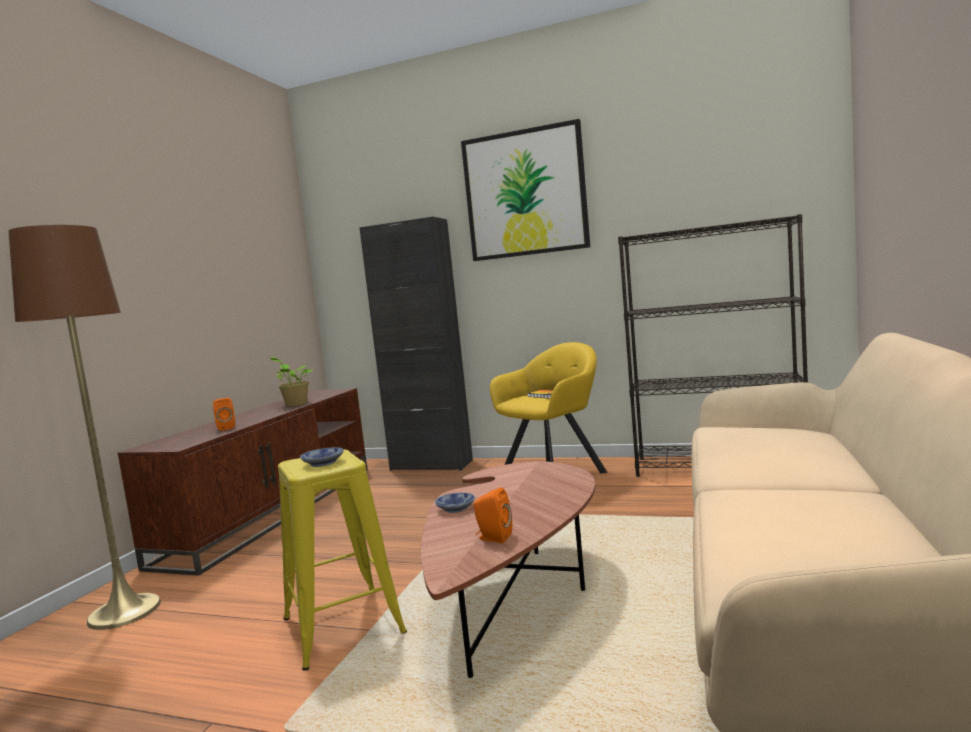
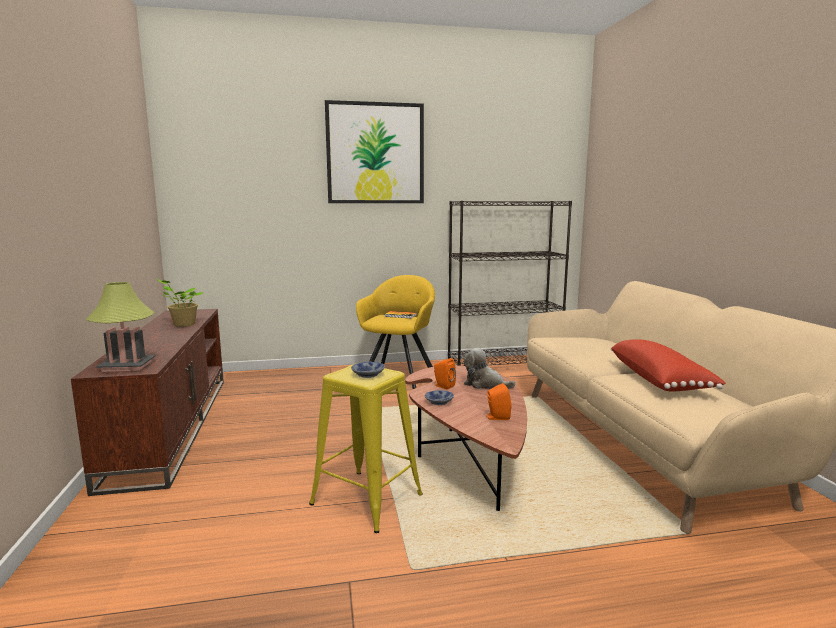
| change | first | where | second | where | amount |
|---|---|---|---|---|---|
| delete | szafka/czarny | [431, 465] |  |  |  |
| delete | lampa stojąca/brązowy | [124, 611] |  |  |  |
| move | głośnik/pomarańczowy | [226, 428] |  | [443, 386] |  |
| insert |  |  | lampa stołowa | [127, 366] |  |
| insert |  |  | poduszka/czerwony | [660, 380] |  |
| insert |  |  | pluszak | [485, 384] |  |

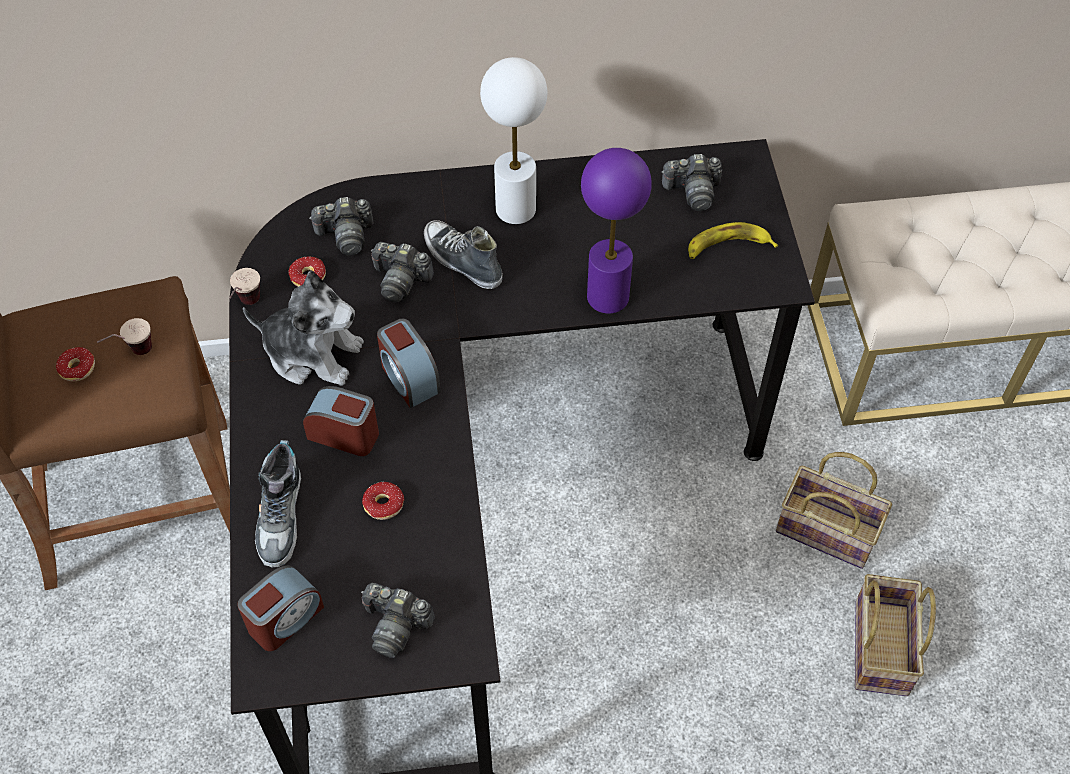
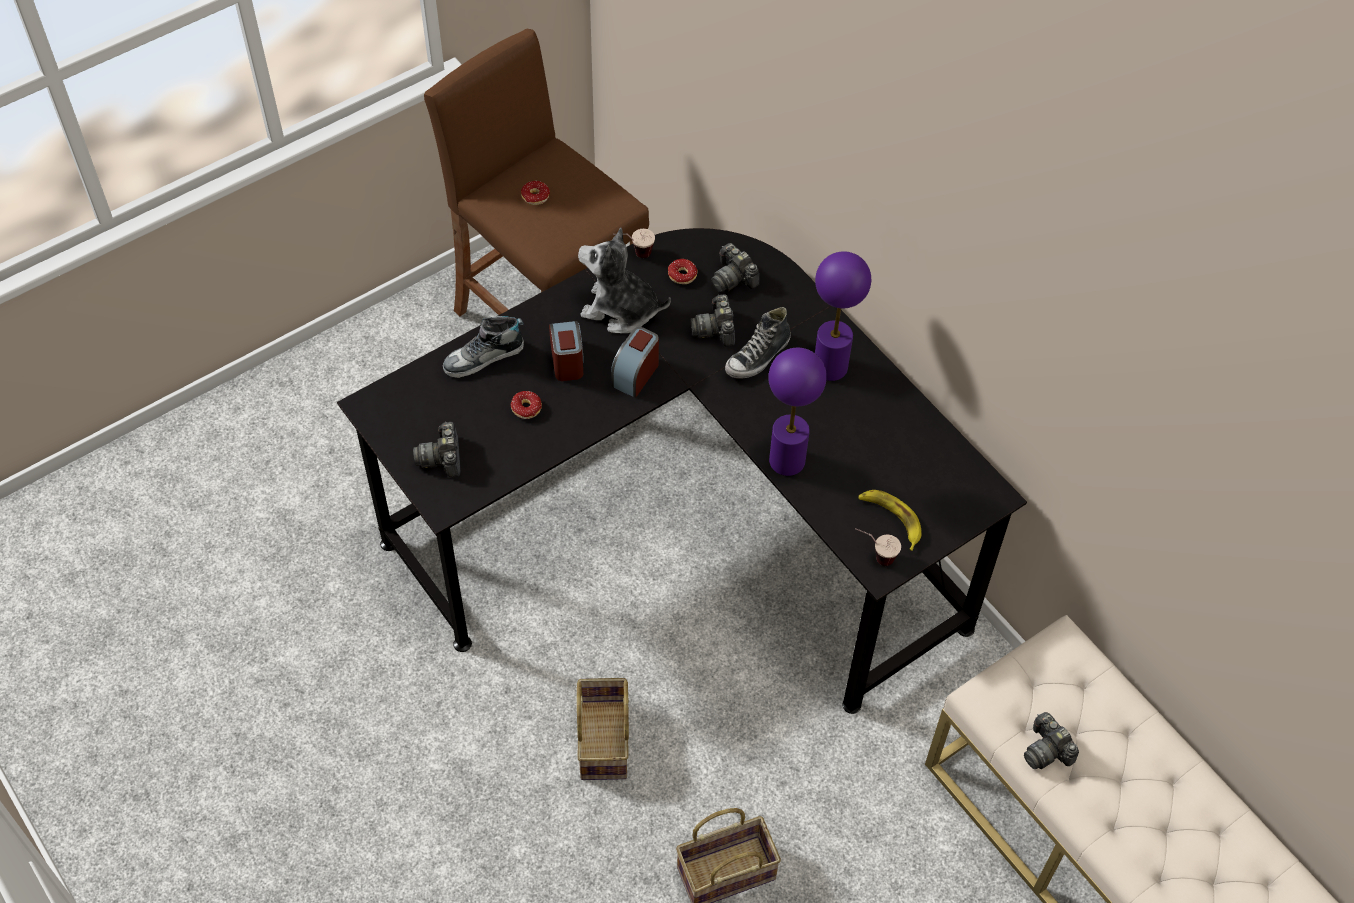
| change | first | where | second | where | amount |
|---|---|---|---|---|---|
| recolor | lampa stołowa/biały | [516, 209] | lampa stołowa/fioletowy | [830, 367] |  |
| move | aparat fotograficzny | [692, 192] |  | [1046, 750] |  |
| rotate | but | [462, 261] |  | [758, 357] | 150 degrees counterclockwise |
| rotate | pluszak | [312, 353] |  | [620, 310] | 120 degrees clockwise |
| move | filiżanka | [132, 355] |  | [874, 556] |  |
| move | koszyk | [830, 530] |  | [605, 742] |  |
| delete | budzik | [285, 619] |  |  |  |

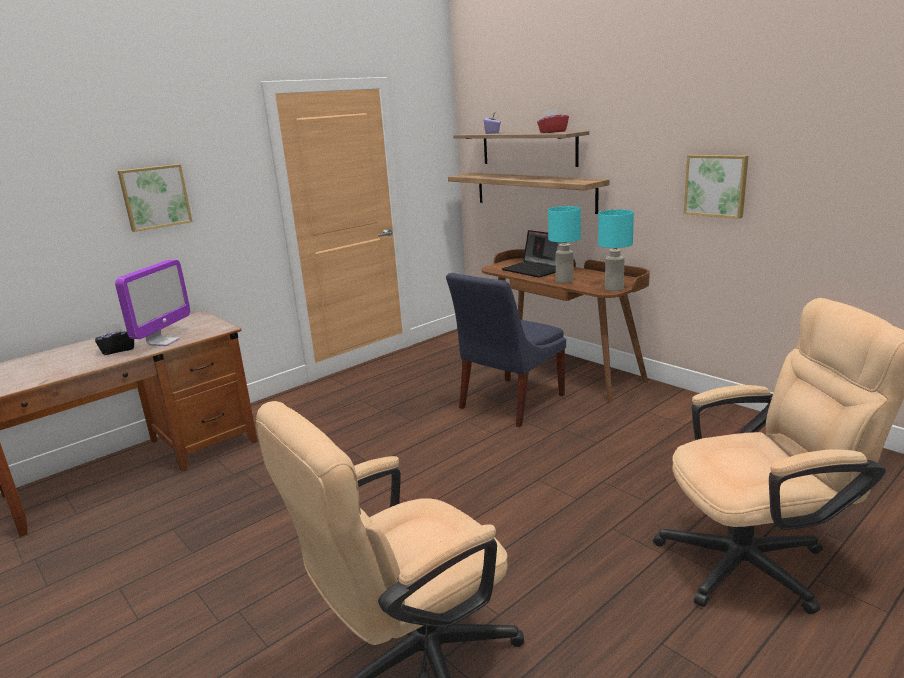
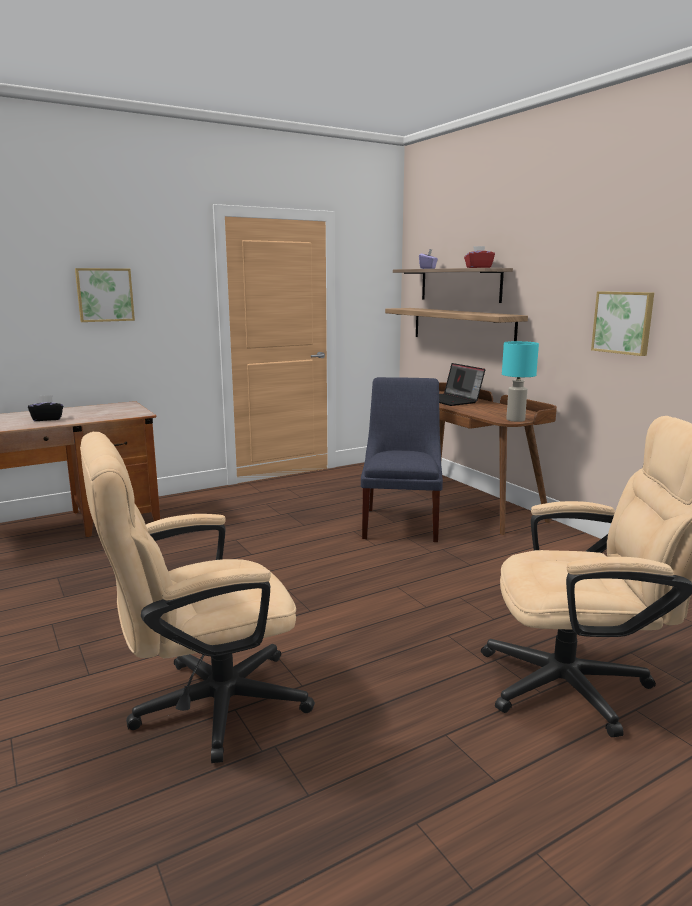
| change | first | where | second | where | amount |
|---|---|---|---|---|---|
| delete | lampa stołowa/turkusowy | [565, 281] |  |  |  |
| delete | monitor | [163, 342] |  |  |  |
| rotate | krzesło/niebieski | [508, 403] |  | [402, 522] | 135 degrees clockwise |

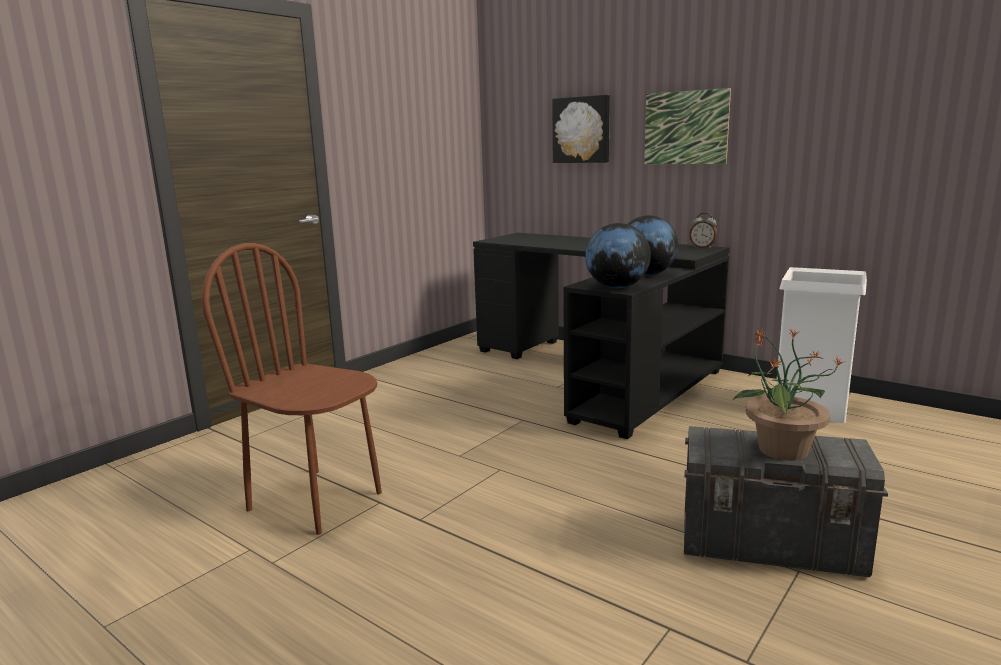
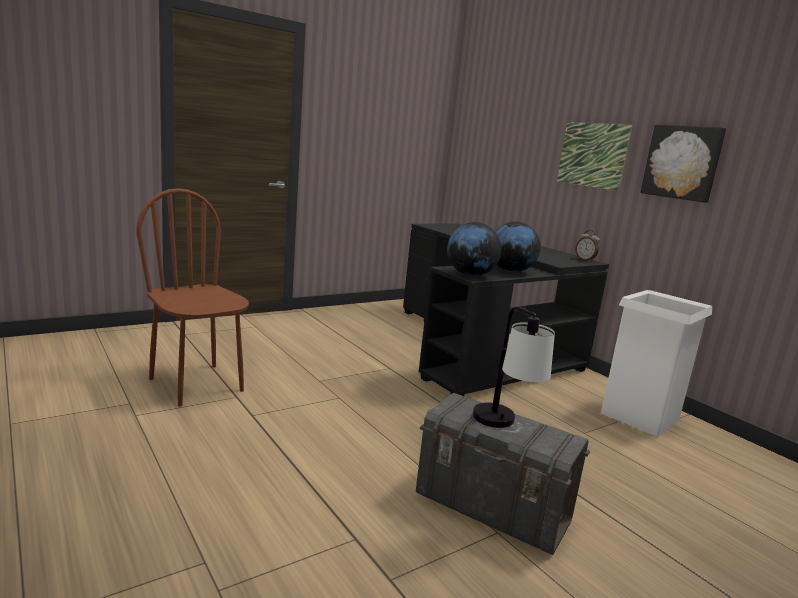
| change | first | where | second | where | amount |
|---|---|---|---|---|---|
| move | obraz | [582, 130] |  | [682, 162] |  |
| replace | roślina doniczkowa | [781, 450] | lampa stołowa | [504, 427] |  |

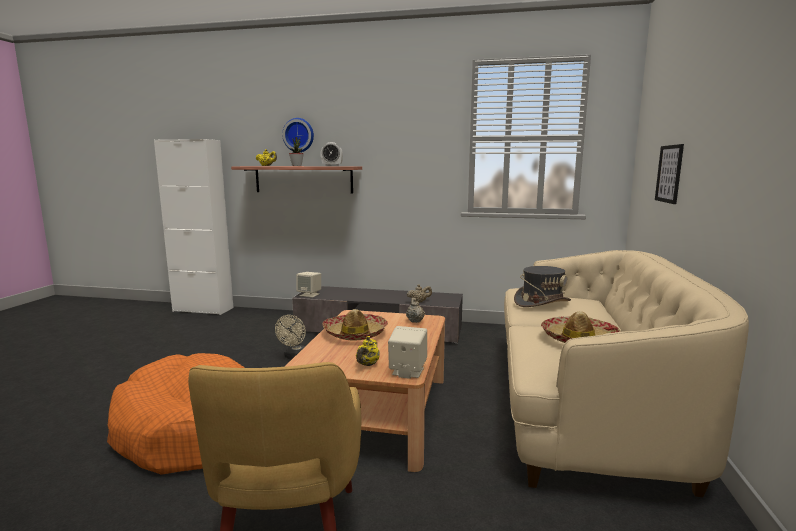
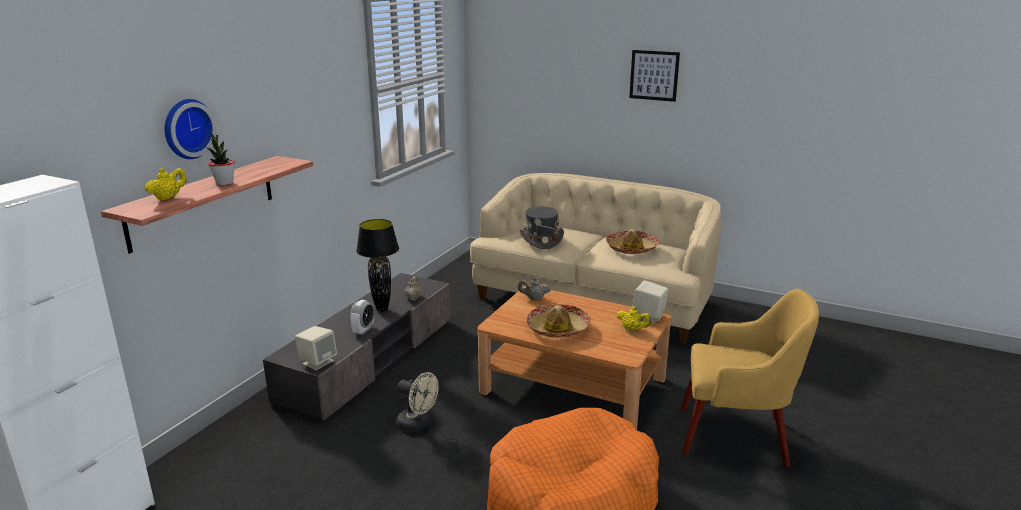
| change | first | where | second | where | amount |
|---|---|---|---|---|---|
| move | budzik | [332, 166] |  | [363, 330] |  |
| move | obraz | [669, 174] |  | [654, 75] |  |
| insert |  |  | lampa stołowa/czarny | [382, 309] |  |

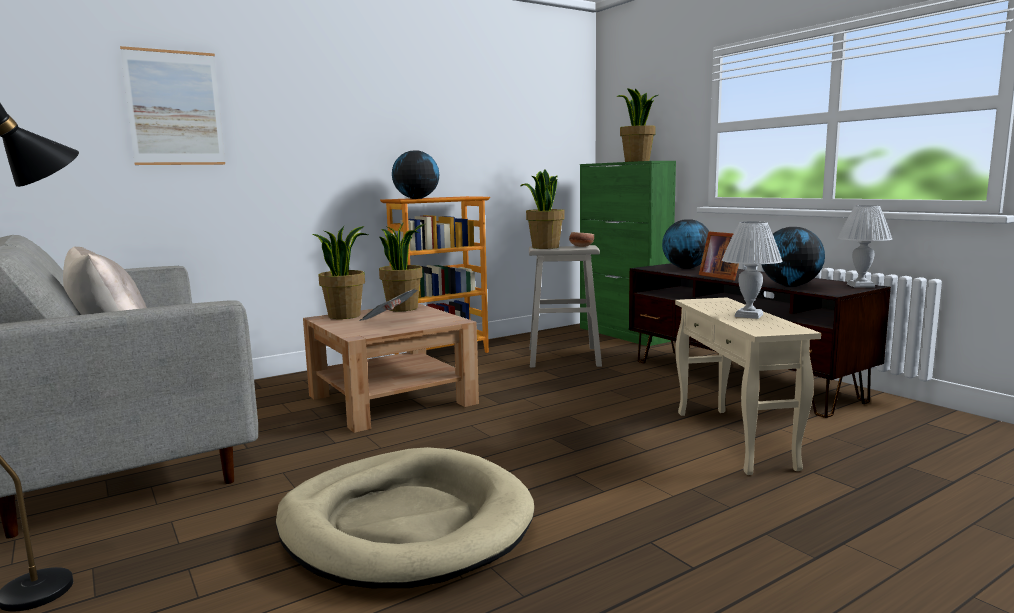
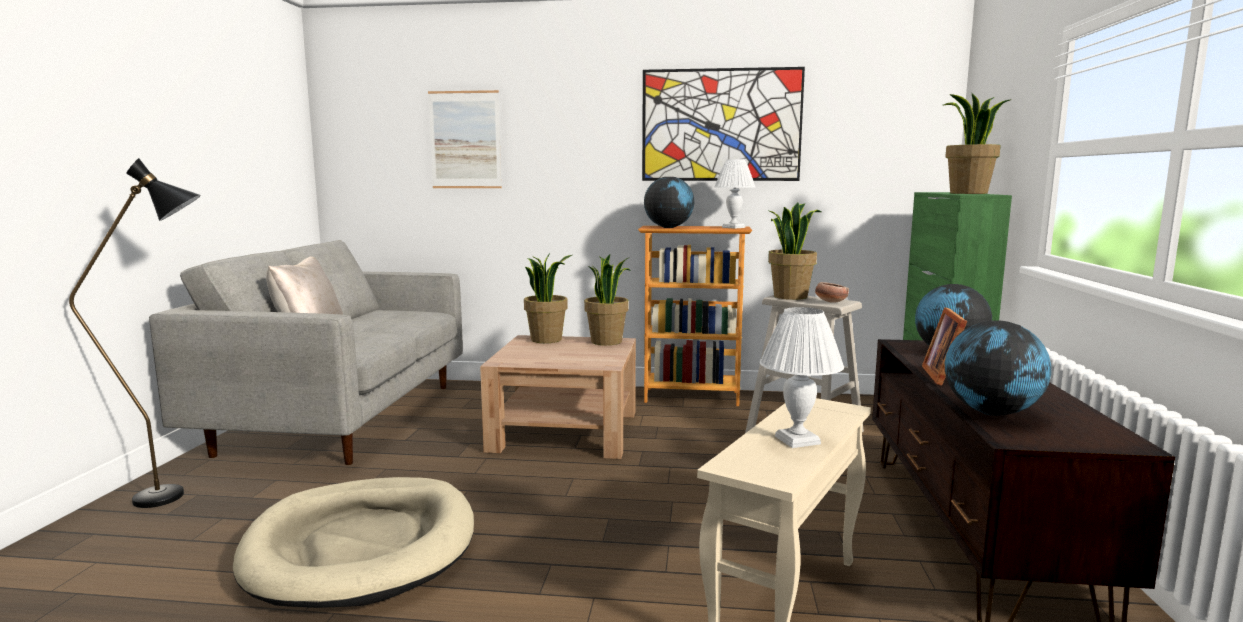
| change | first | where | second | where | amount |
|---|---|---|---|---|---|
| move | lampa stołowa/biały | [861, 286] |  | [733, 227] |  |
| delete | gazeta | [389, 321] |  |  |  |
| insert |  |  | obraz | [721, 125] |  |

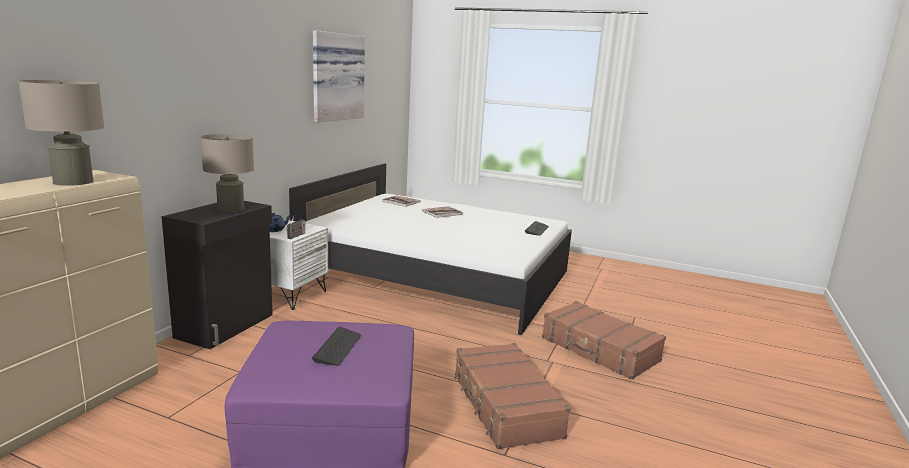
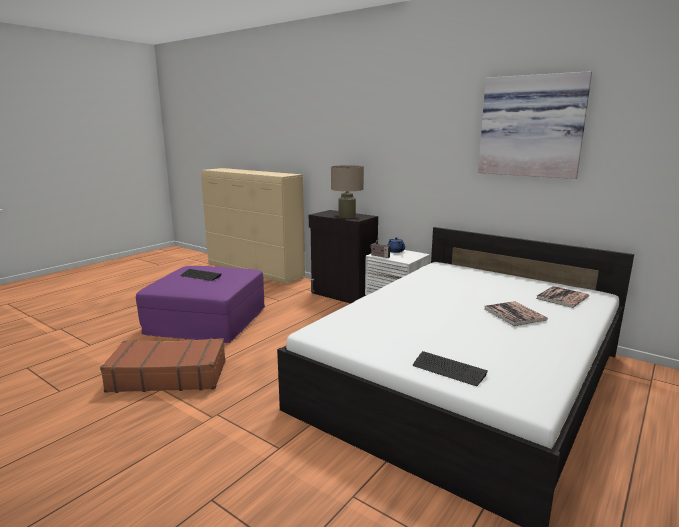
| change | first | where | second | where | amount |
|---|---|---|---|---|---|
| delete | lampa stołowa/beżowy | [73, 181] |  |  |  |
| delete | walizka/brązowy | [599, 350] |  |  |  |

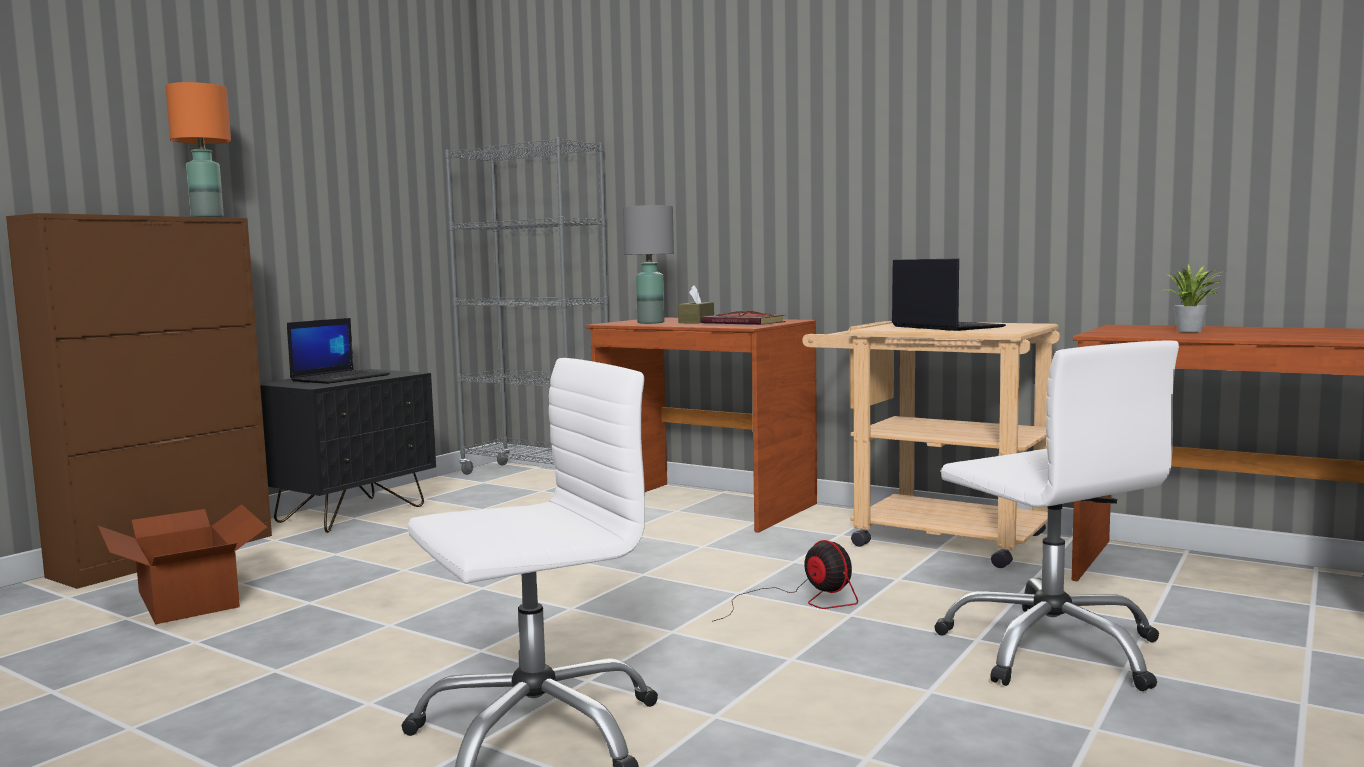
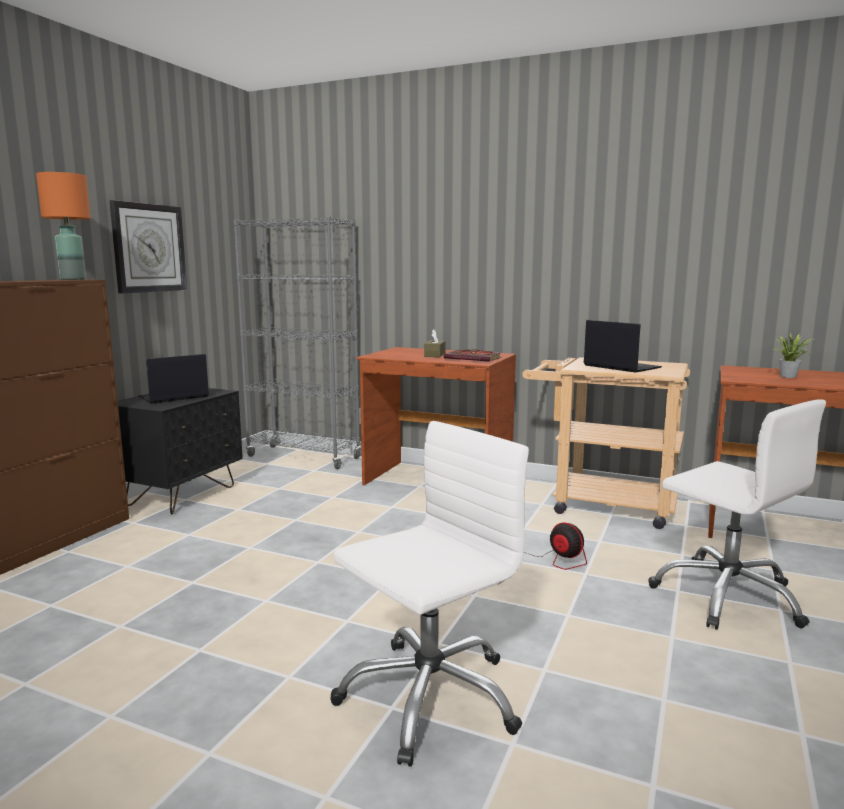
| change | first | where | second | where | amount |
|---|---|---|---|---|---|
| delete | lampa stołowa/szary | [651, 322] |  |  |  |
| rotate | laptop | [341, 378] |  | [173, 397] | 150 degrees counterclockwise |
| delete | karton | [189, 598] |  |  |  |
| insert |  |  | zegar ścienny | [149, 248] |  |

